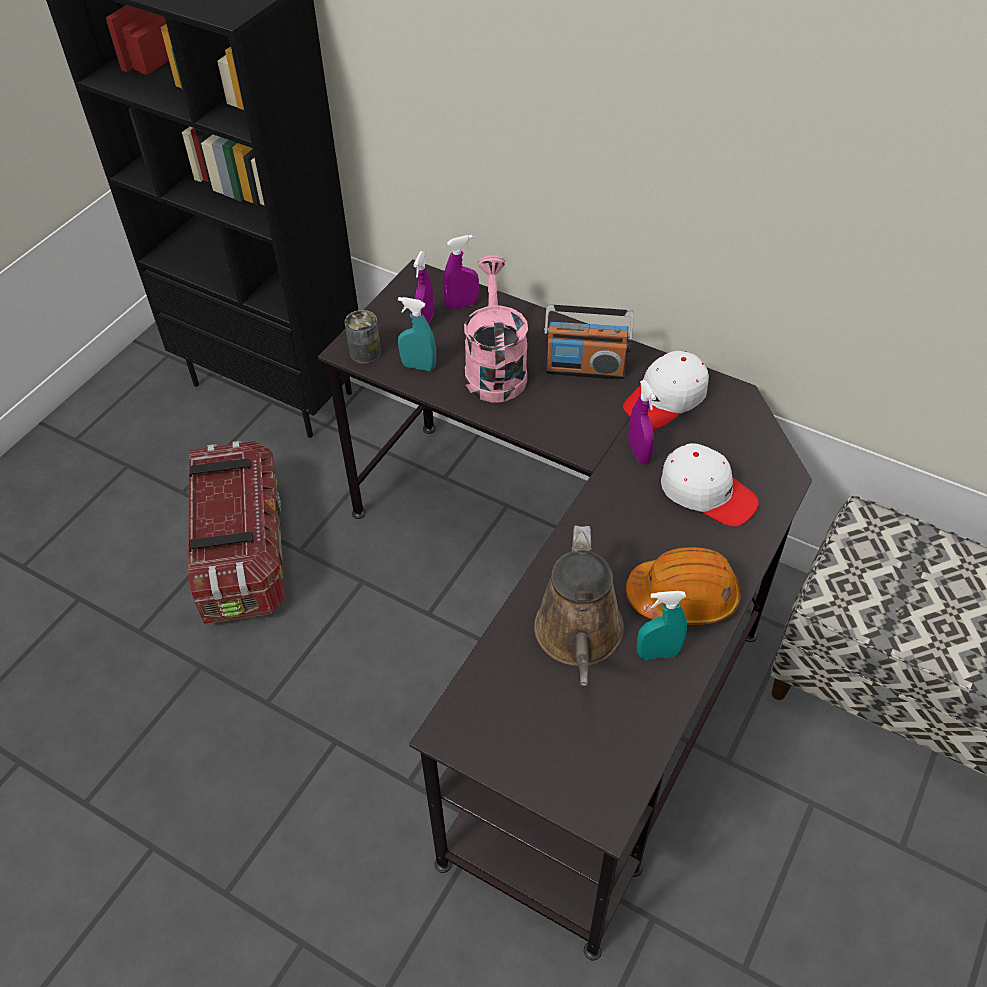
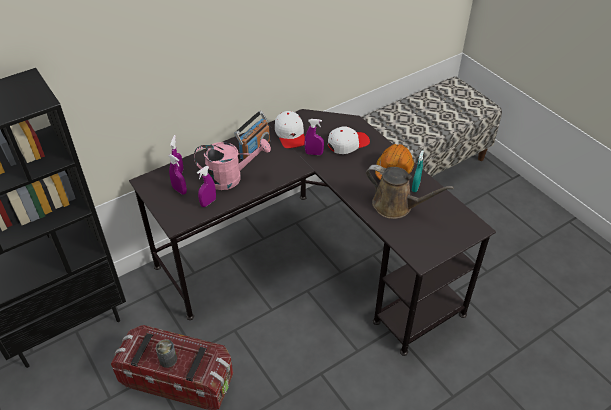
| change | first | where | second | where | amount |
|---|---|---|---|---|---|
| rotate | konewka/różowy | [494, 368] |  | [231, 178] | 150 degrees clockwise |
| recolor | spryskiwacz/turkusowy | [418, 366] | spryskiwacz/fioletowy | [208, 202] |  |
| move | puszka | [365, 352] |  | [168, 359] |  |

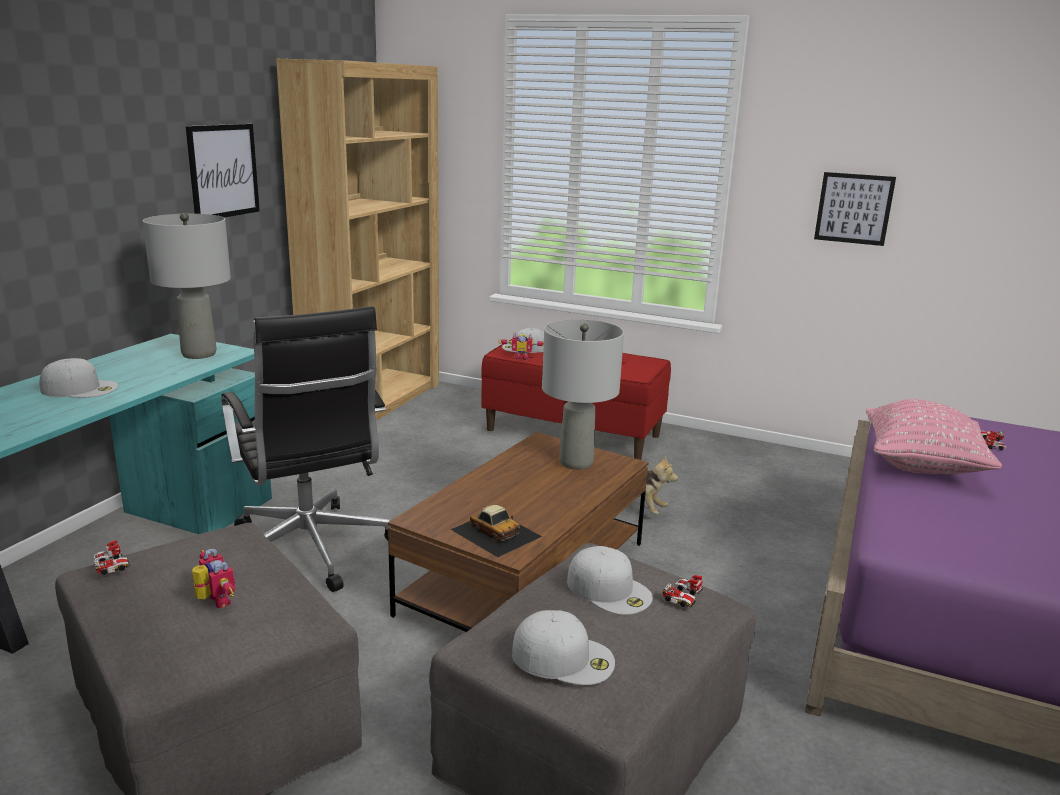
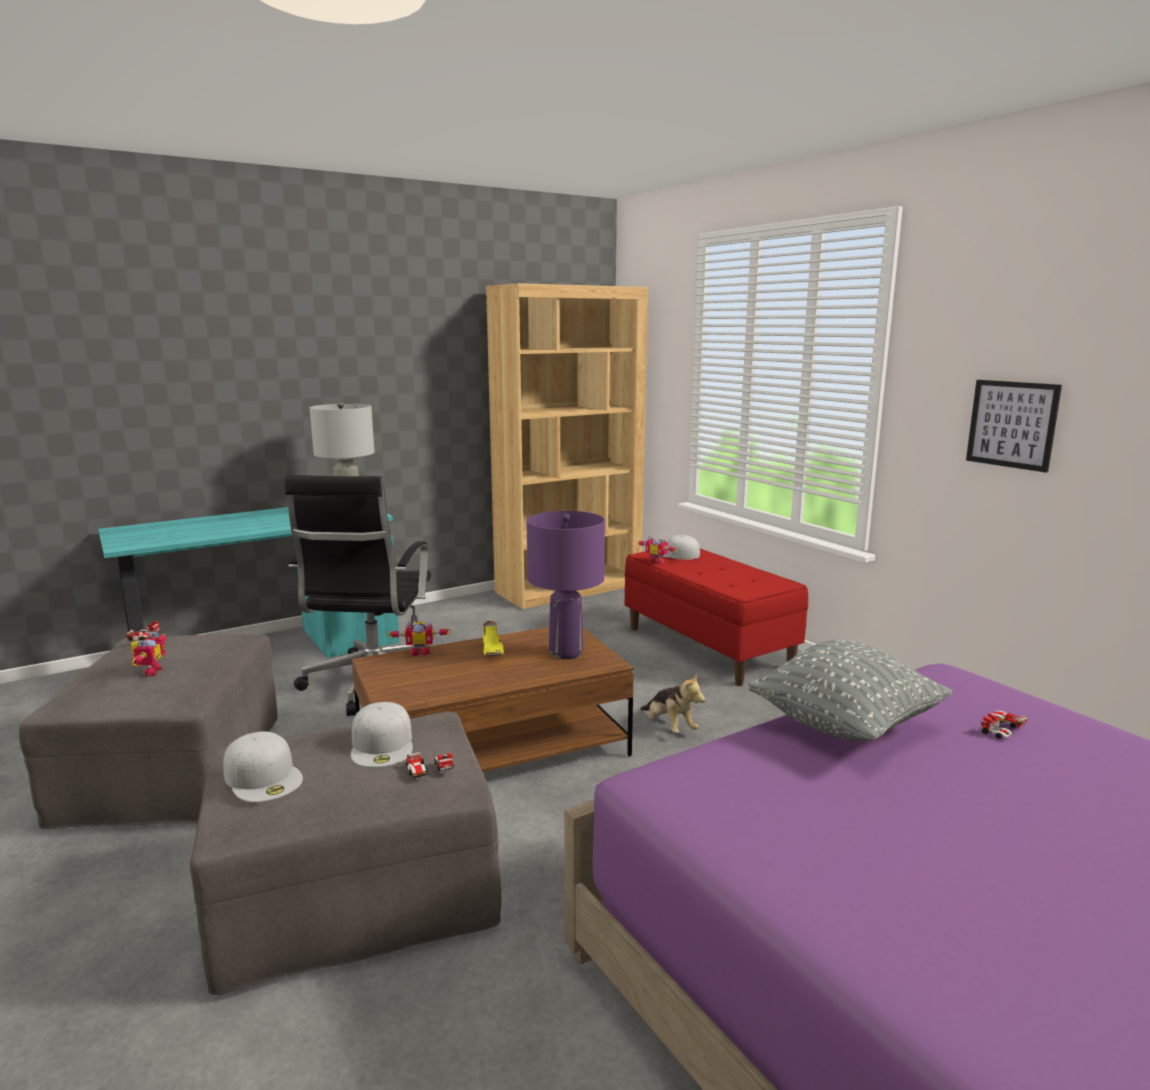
| change | first | where | second | where | amount |
|---|---|---|---|---|---|
| delete | obraz | [223, 171] |  |  |  |
| recolor | lampa stołowa/szary | [576, 462] | lampa stołowa/fioletowy | [566, 652] |  |
| delete | czapka z daszkiem/biały | [80, 388] |  |  |  |
| recolor | poduszka/różowy | [922, 466] | poduszka/szary | [844, 726] |  |
| delete | samochodzik | [495, 532] |  |  |  |
| insert |  |  | robot zabawkowy | [420, 652] |  |
| insert |  |  | but/żółty | [492, 649] |  |

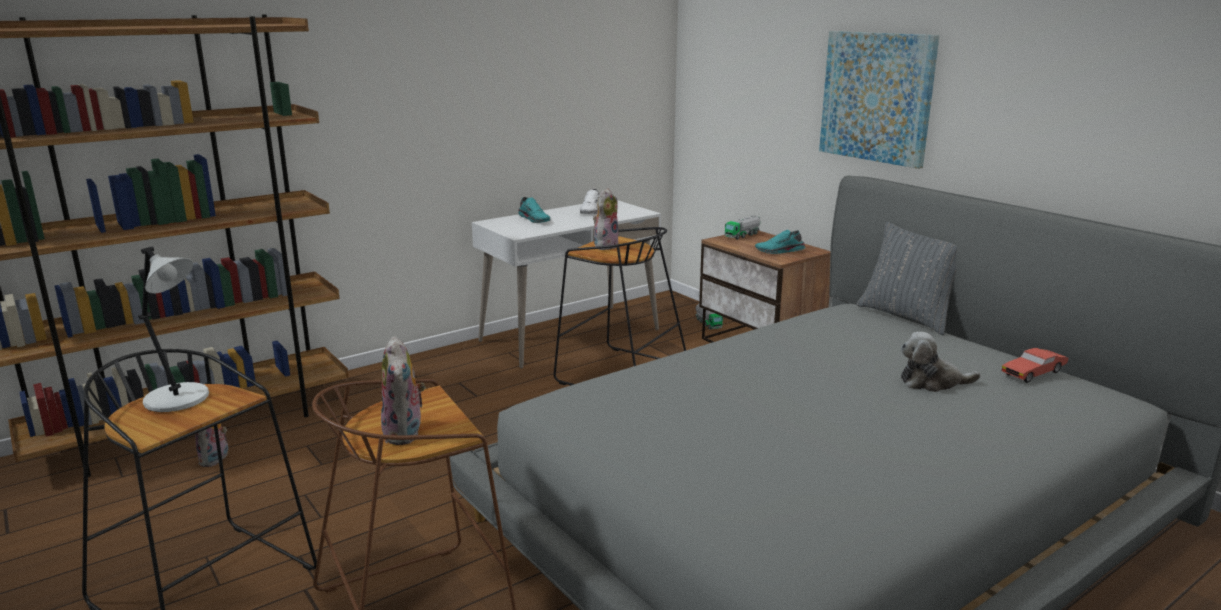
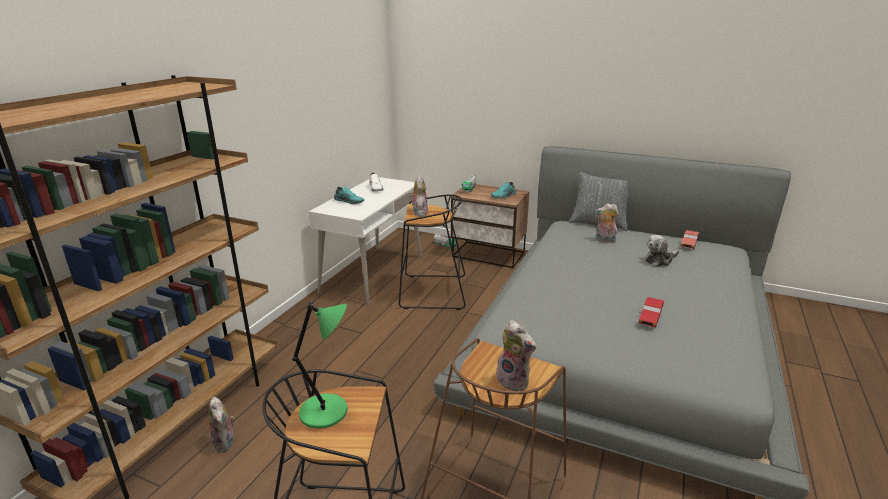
| change | first | where | second | where | amount |
|---|---|---|---|---|---|
| delete | obraz | [877, 97] |  |  |  |
| recolor | lampa stołowa/biały | [179, 399] | lampa stołowa/zielony | [326, 411] |  |
| insert |  |  | pluszak | [604, 240] |  |
| insert |  |  | samochodzik/czerwony | [650, 317] |  |

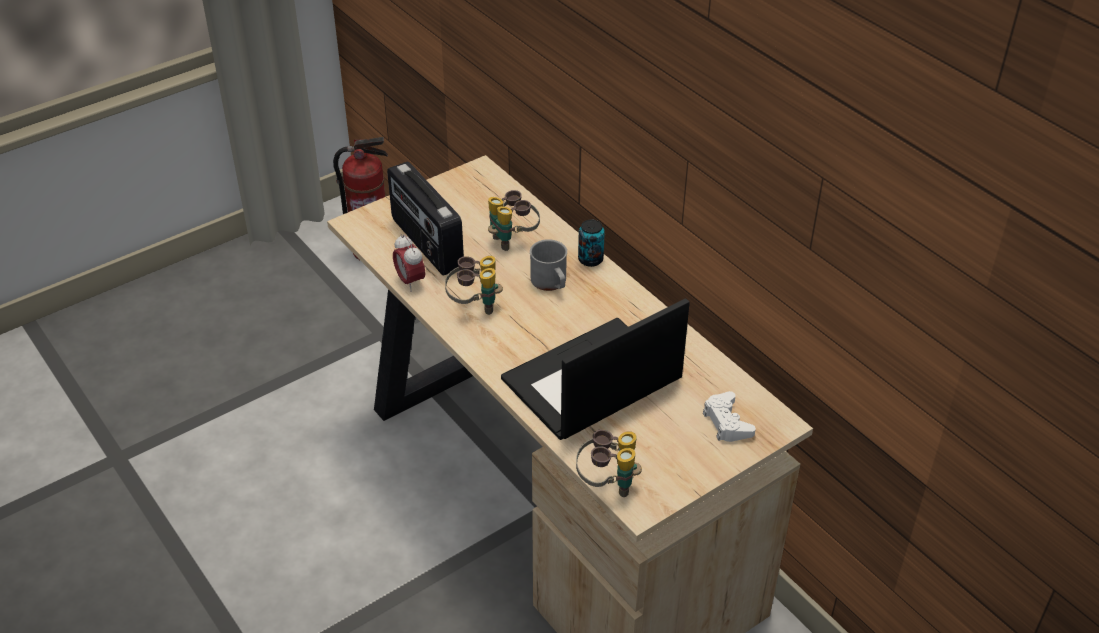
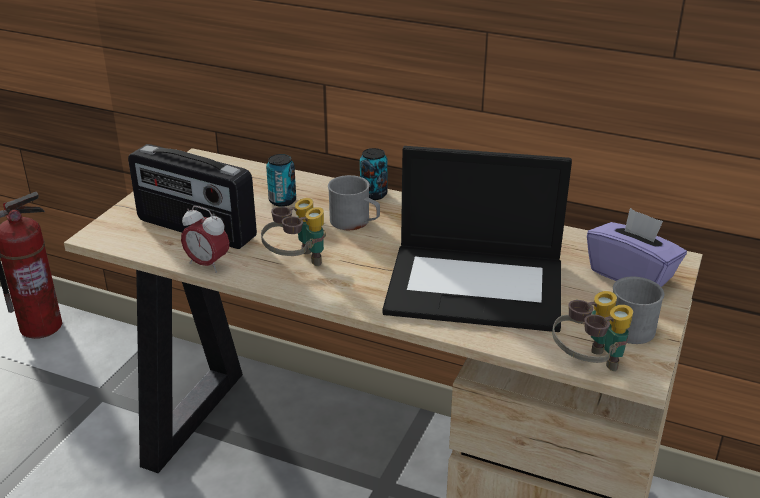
| change | first | where | second | where | amount |
|---|---|---|---|---|---|
| replace | lornetka | [512, 239] | puszka | [282, 201] |  |
| rotate | laptop | [591, 382] |  | [477, 286] | 105 degrees counterclockwise |
| replace | pad do gier/biały | [727, 422] | pudełko chusteczek/fioletowy | [631, 275] |  |
| insert |  |  | kubek/szary | [630, 325] |  |

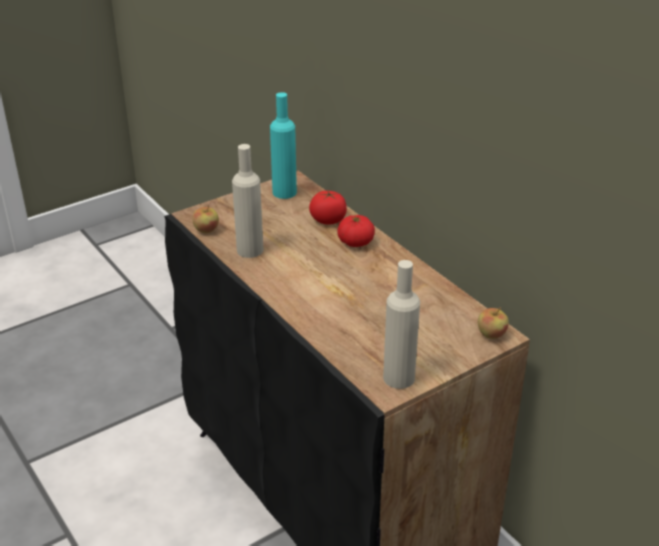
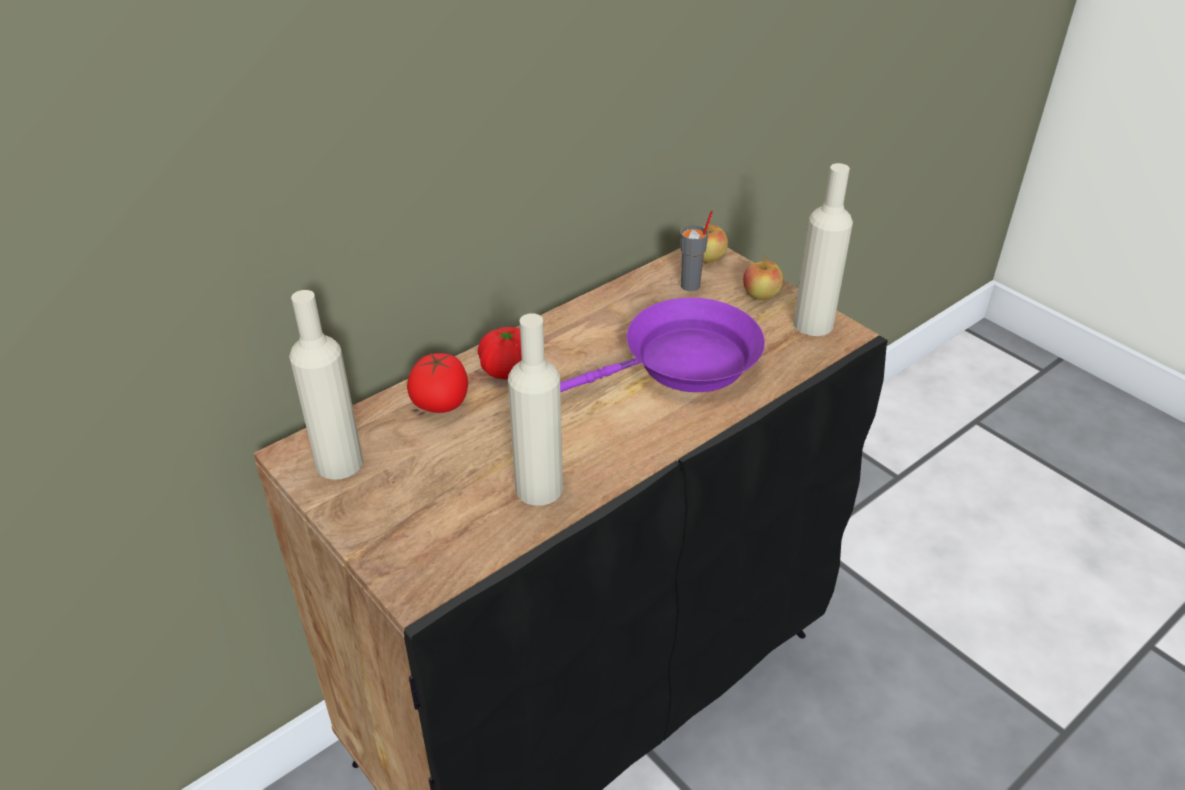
| change | first | where | second | where | amount |
|---|---|---|---|---|---|
| recolor | butelka/turkusowy | [284, 192] | butelka/beżowy | [339, 463] |  |
| move | jabłko | [206, 230] |  | [760, 295] |  |
| insert |  |  | filiżanka/szary | [691, 286] |  |
| insert |  |  | patelnia/fioletowy | [681, 364] |  |

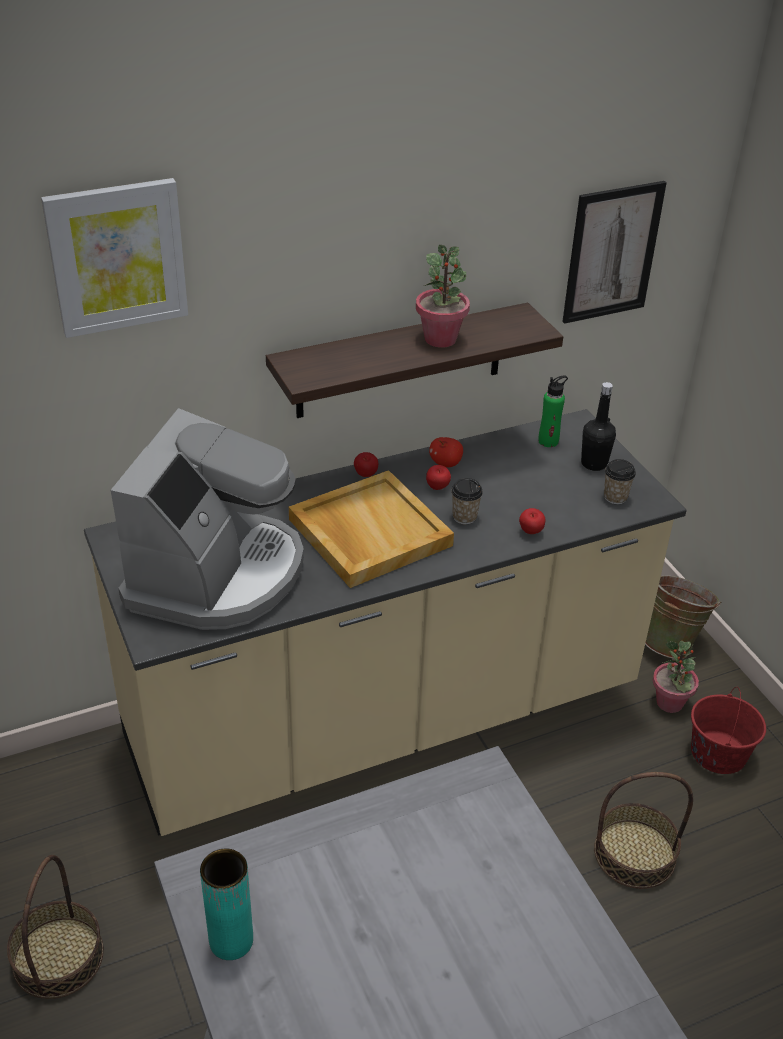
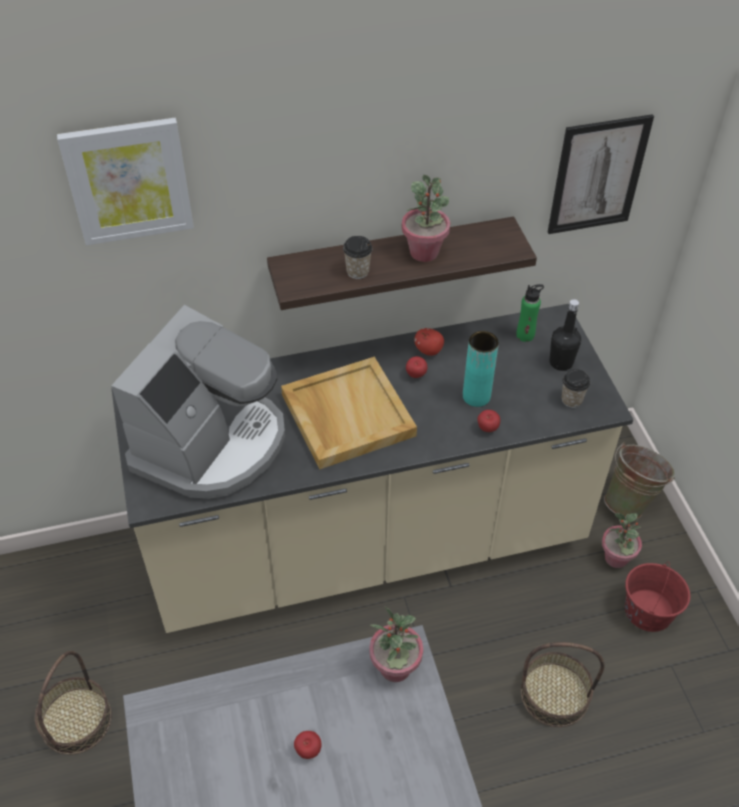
| change | first | where | second | where | amount |
|---|---|---|---|---|---|
| move | jabłko | [365, 475] |  | [308, 751] |  |
| move | filiżanka | [464, 517] |  | [357, 271] |  |
| move | wazon/turkusowy | [231, 940] |  | [476, 396] |  |
| insert |  |  | roślina doniczkowa | [395, 668] |  |

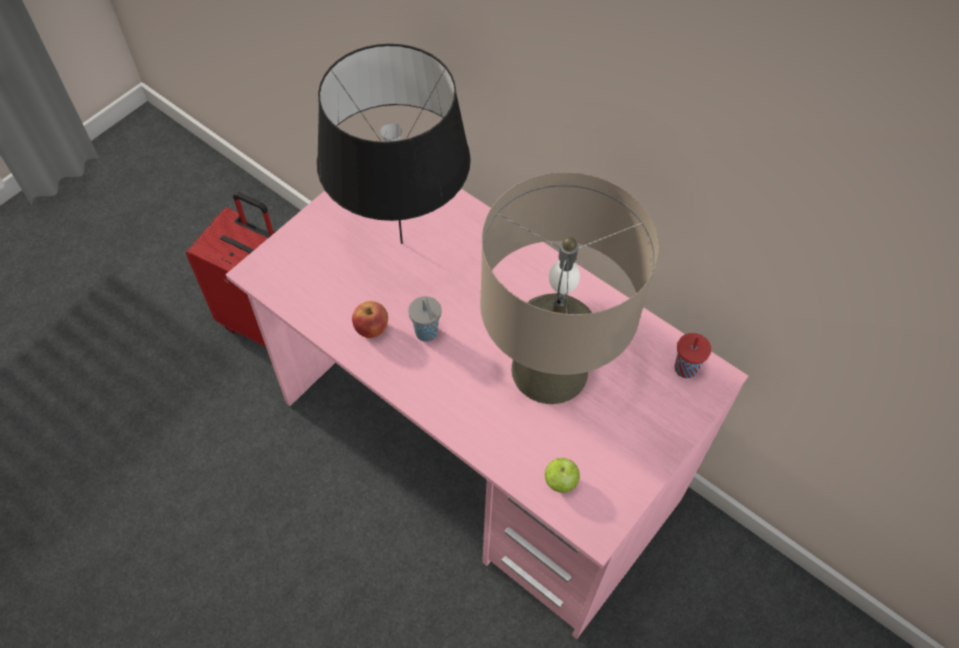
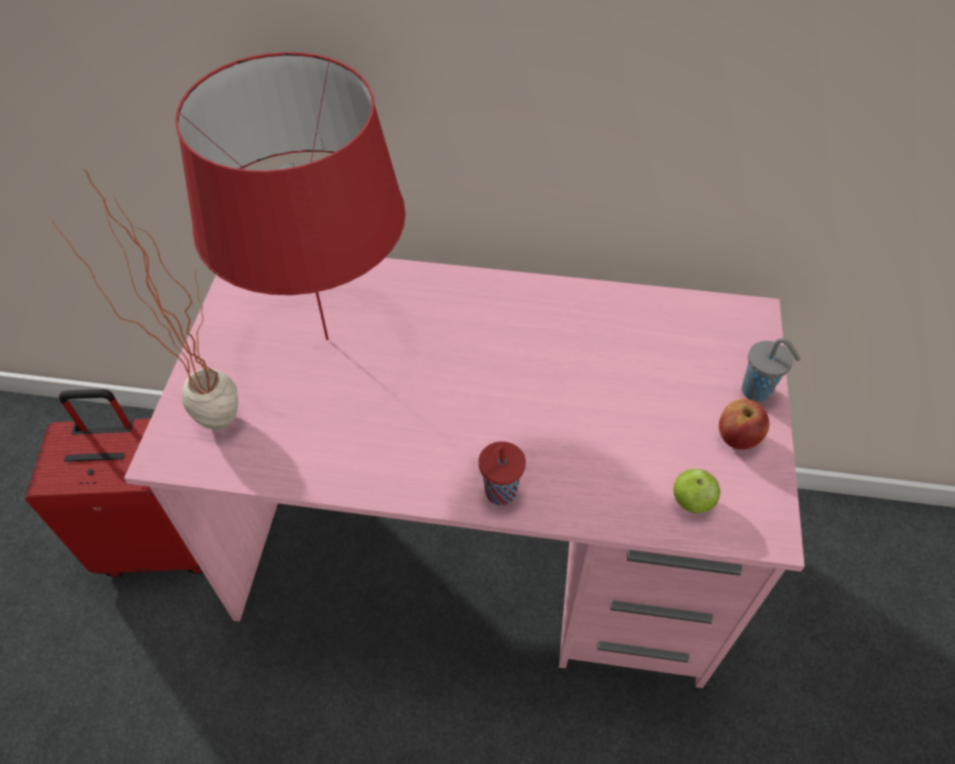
| change | first | where | second | where | amount |
|---|---|---|---|---|---|
| recolor | lampa stołowa/czarny | [401, 243] | lampa stołowa/czerwony | [327, 339] |  |
| delete | lampa stołowa/beżowy | [549, 370] |  |  |  |
| move | filiżanka/szary | [427, 334] |  | [757, 392] |  |
| move | jabłko | [372, 329] |  | [737, 438] |  |
| move | filiżanka/czerwony | [683, 369] |  | [499, 493] |  |
| insert |  |  | roślina doniczkowa | [205, 416] |  |

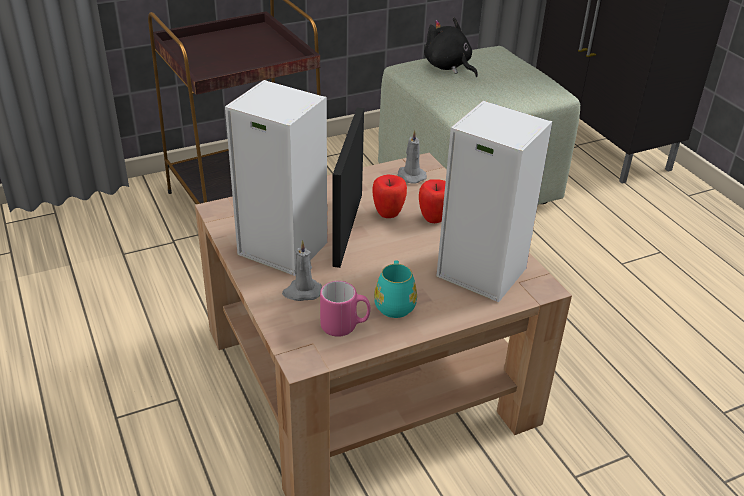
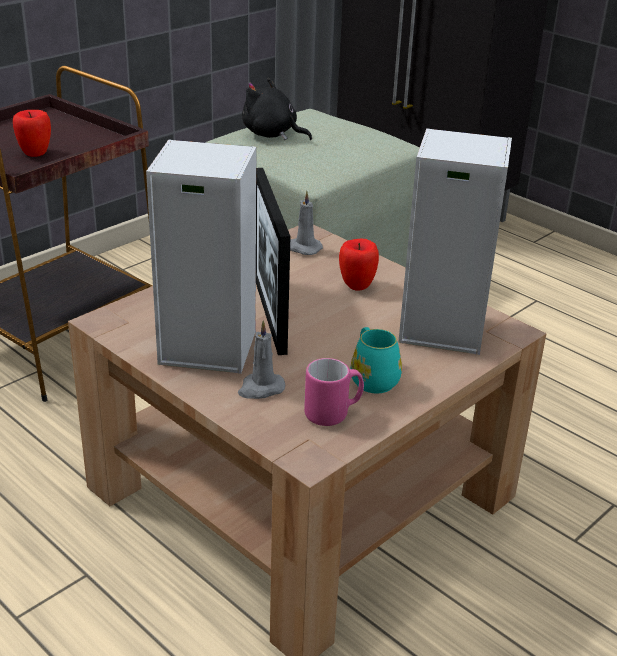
| change | first | where | second | where | amount |
|---|---|---|---|---|---|
| move | jabłko | [388, 213] |  | [35, 153] |  |

